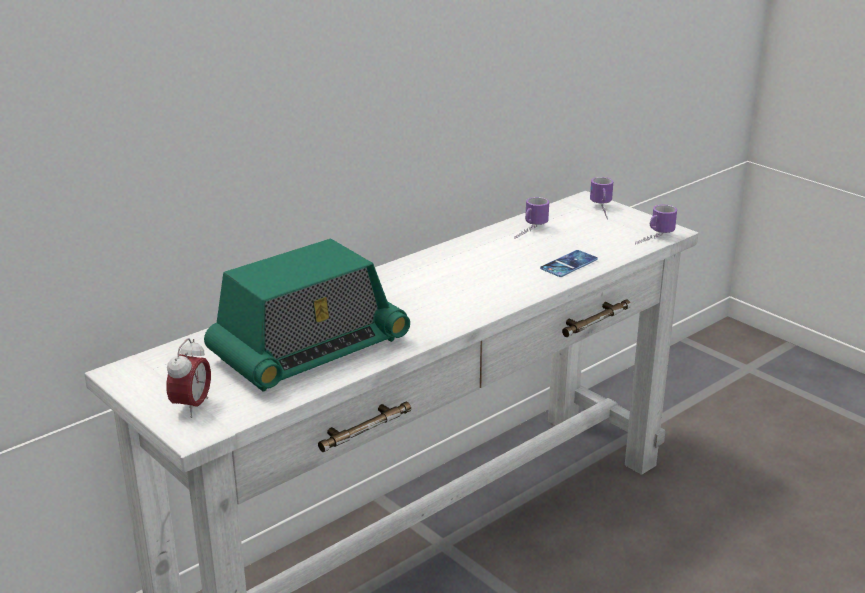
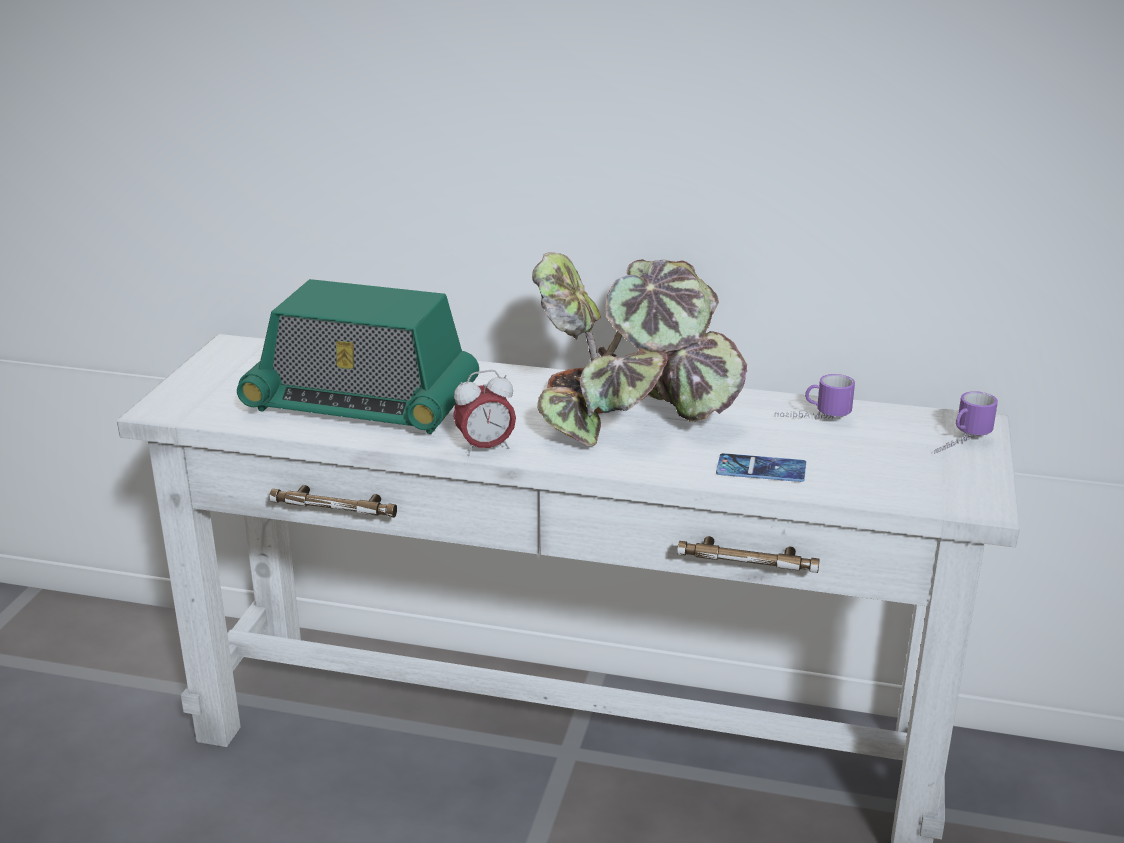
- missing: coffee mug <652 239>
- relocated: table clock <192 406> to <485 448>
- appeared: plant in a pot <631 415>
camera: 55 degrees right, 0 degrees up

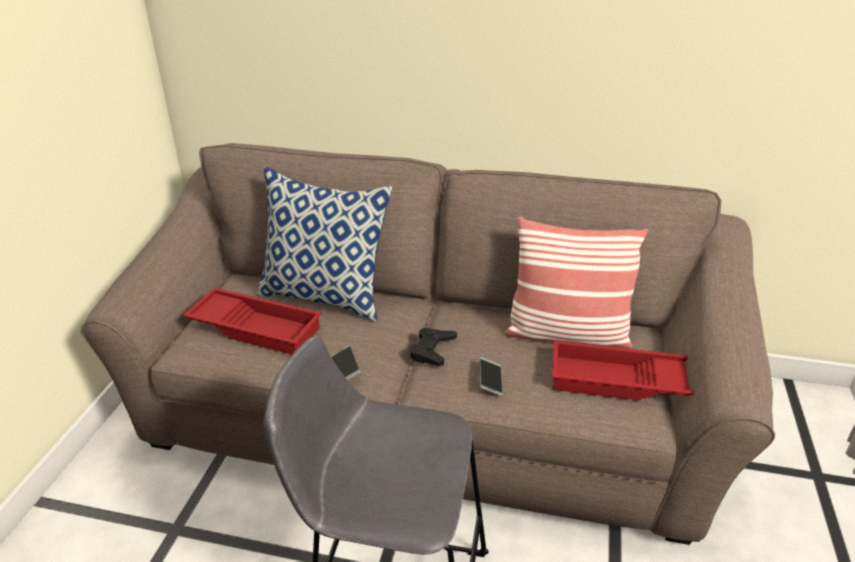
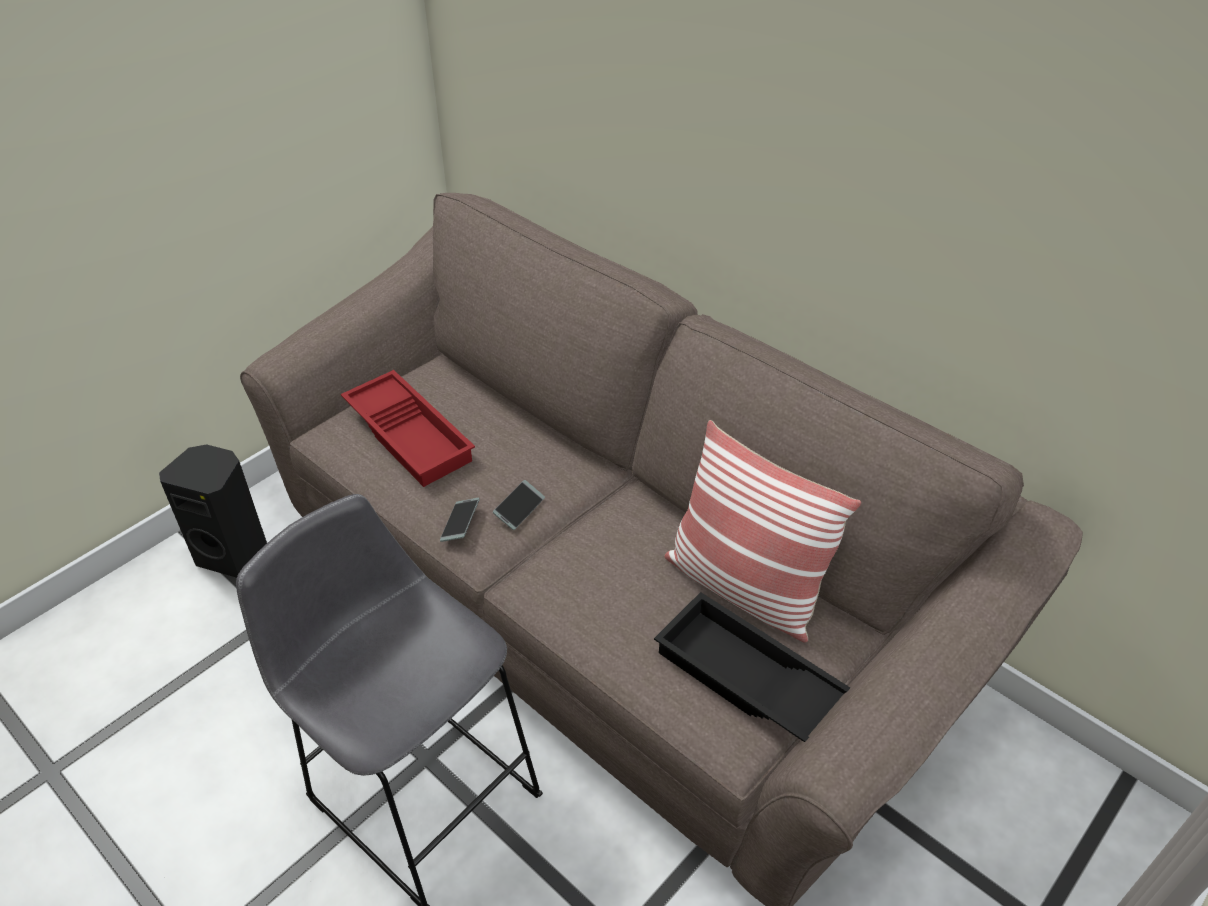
- missing: throw pillow <326 296>
- missing: black game controller <432 350>
- colour: reddish serving tray <619 382> to black serving tray <747 680>
- relocated: telephone <490 380> to <519 509>
- appeared: black audio speaker <234 554>
camera: 30 degrees right, 10 degrees up

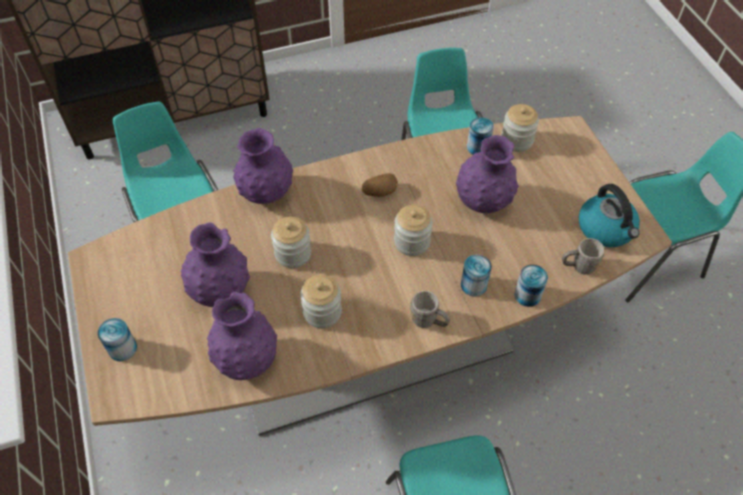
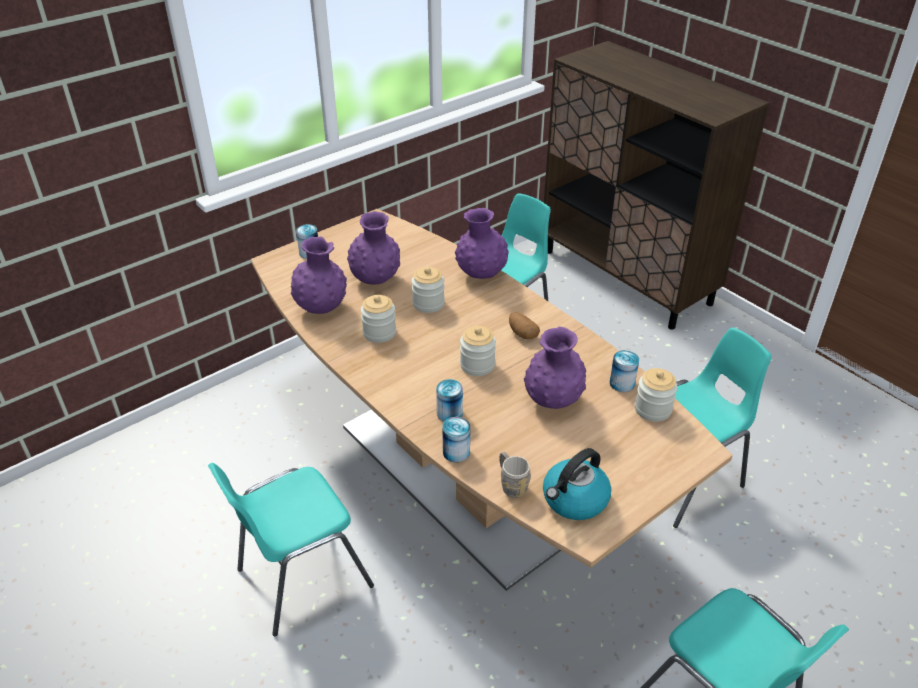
- missing: greyish coffee mug <428 321>
camera: 70 degrees right, 15 degrees down

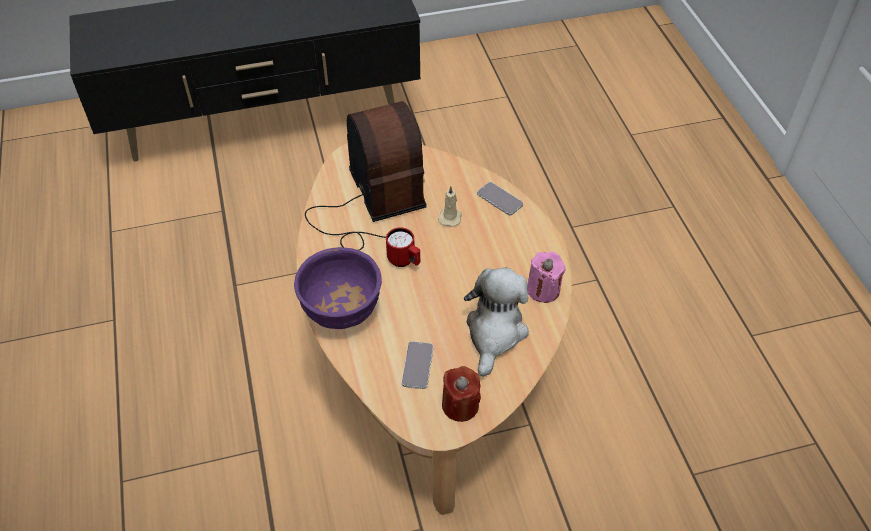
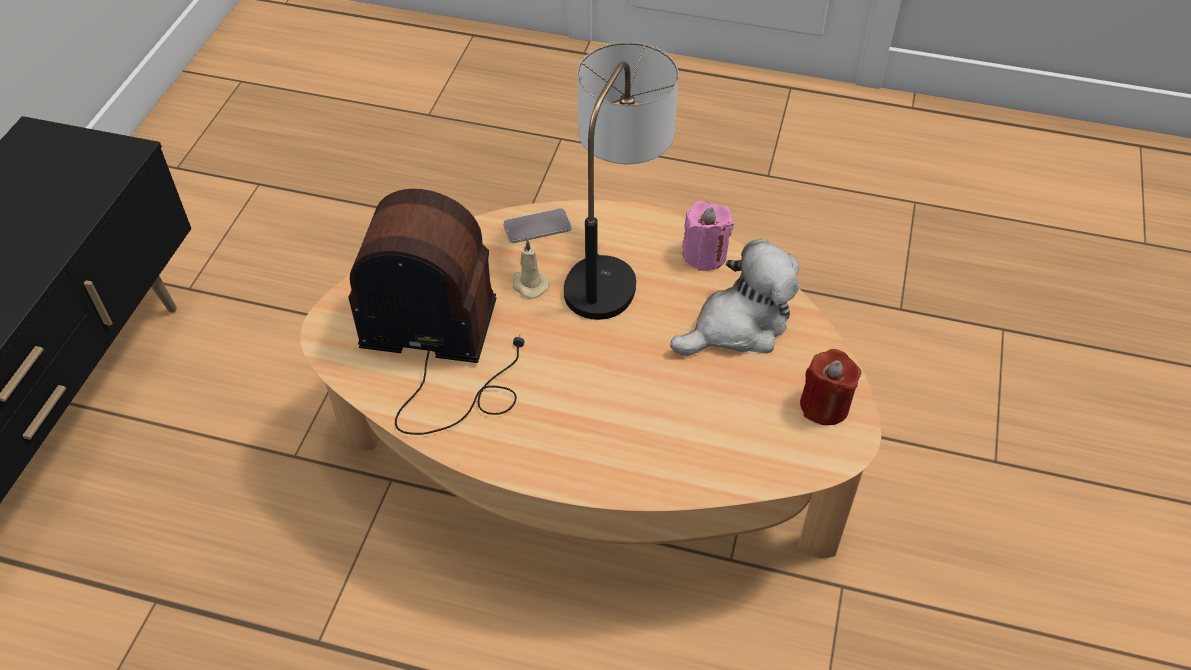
- missing: reddish coffee mug <404 261>
- missing: purplish serving bowl <341 312>
- spun: soft toy <495 332> = <738 326> 105 degrees clockwise
- missing: telephone <417 365>
- appeared: lamp for a table <614 263>
camera: 60 degrees left, 0 degrees up

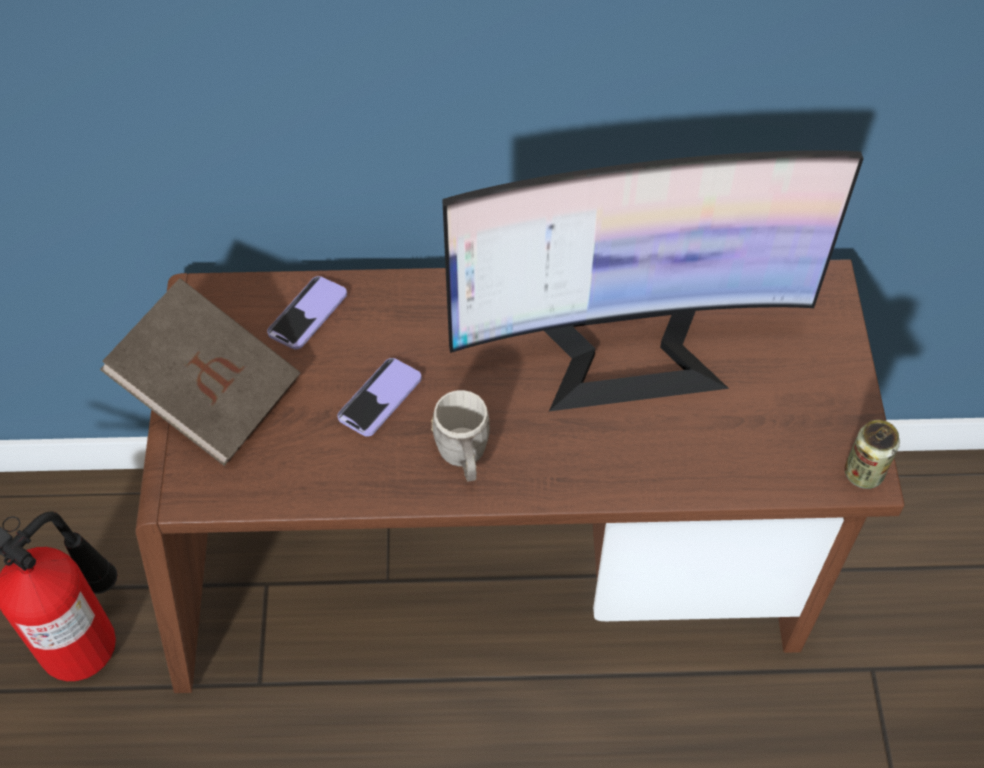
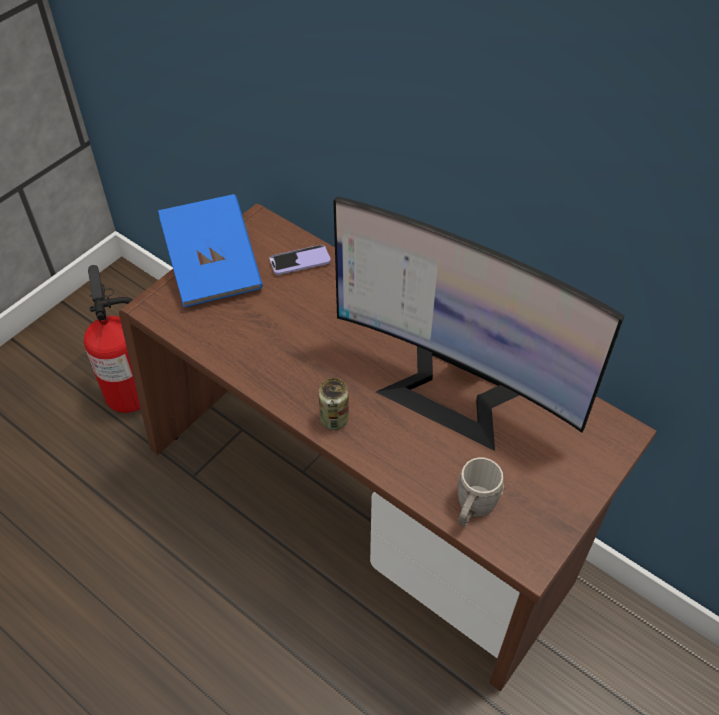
- colour: brownish bound book <210 393> to blue bound book <214 269>
- missing: telephone <380 398>
- relocated: greyish coffee mug <464 457> to <473 509>
- relocated: sealed can <863 473> to <334 419>
camera: 40 degrees right, 5 degrees down

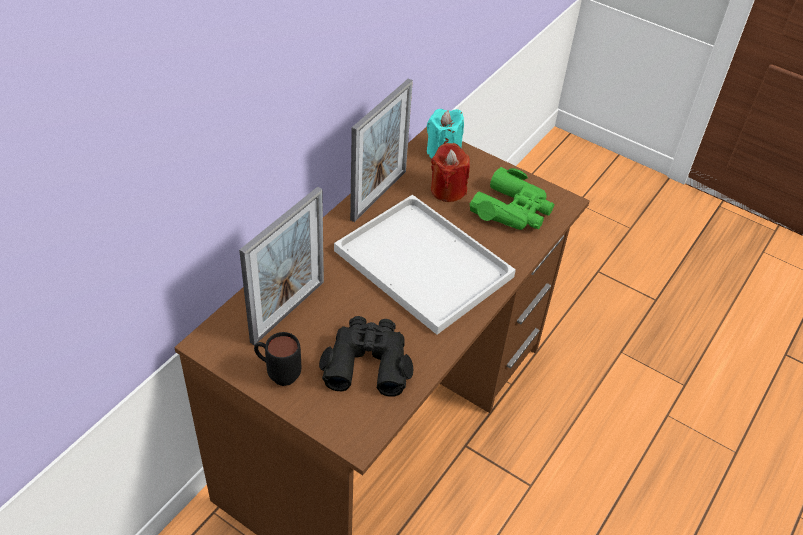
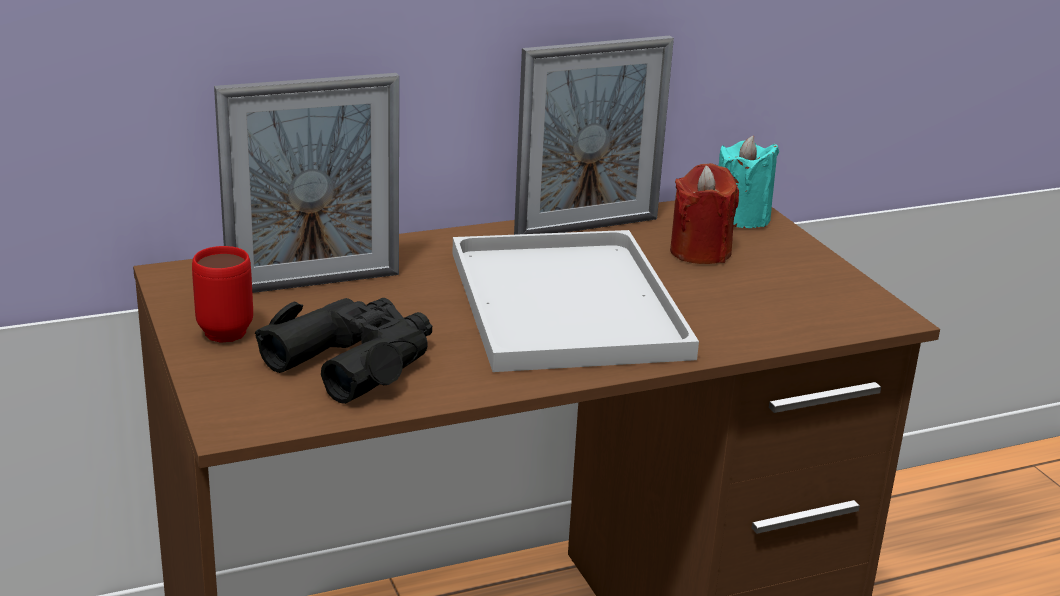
- missing: green-coloured pair of binoculars <512 210>
- colour: black coffee mug <278 374> to reddish coffee mug <220 329>
camera: 35 degrees right, 20 degrees down

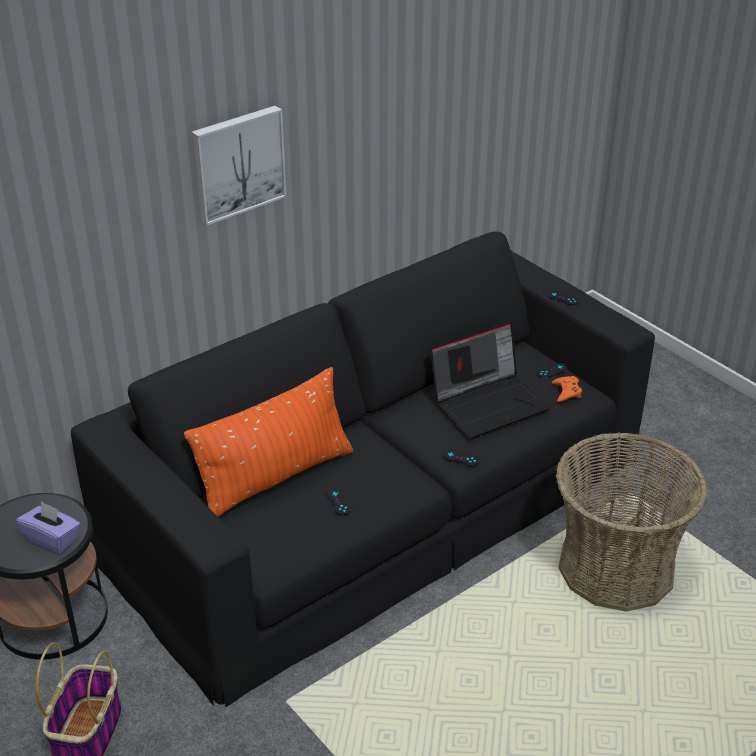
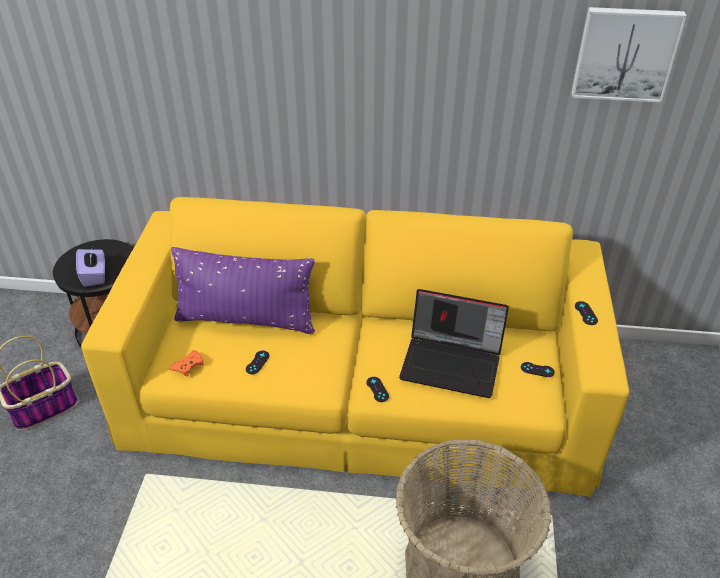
- relocated: wall picture <237 163> to <625 53>
- colour: black sofa <377 505> to yellow-coloured sofa <360 390>
- colour: orangey throw pillow <275 478> to purplish throw pillow <246 319>
- relocated: orangey game controller <566 392> to <188 365>
camera: 45 degrees right, 5 degrees up

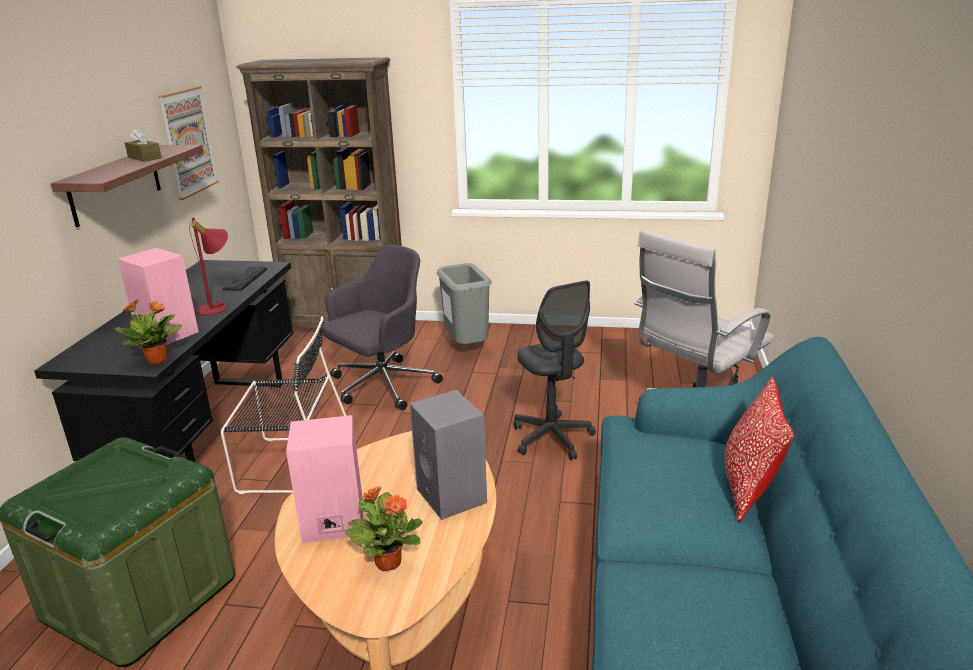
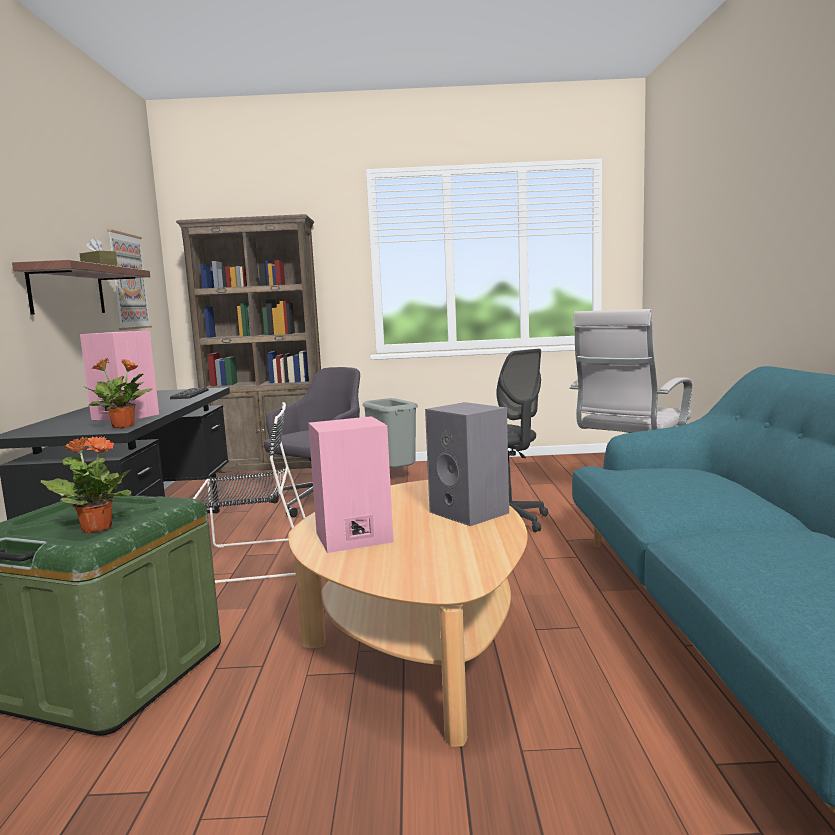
- missing: reddish lamp for a table <217 307>
- missing: throw pillow <748 489>
- relocated: plant in a pot <387 562> to <96 528>
camera: 10 degrees left, 15 degrees down

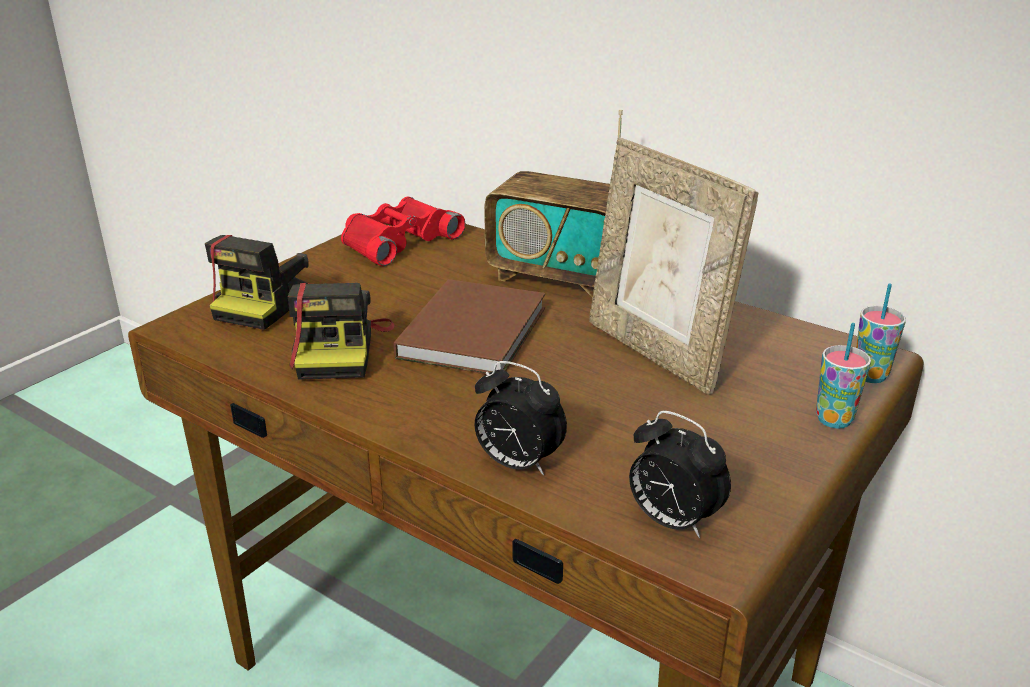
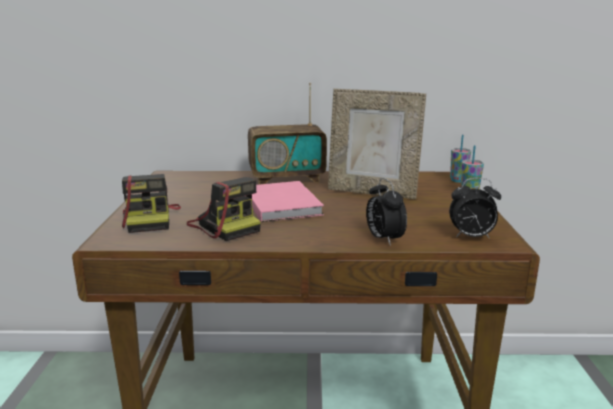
- missing: reddish pair of binoculars <396 240>
- colour: brownish bound book <477 331> to pinkish bound book <282 204>
- spun: table clock <517 464> = <383 239> 75 degrees clockwise
camera: 35 degrees left, 10 degrees down

